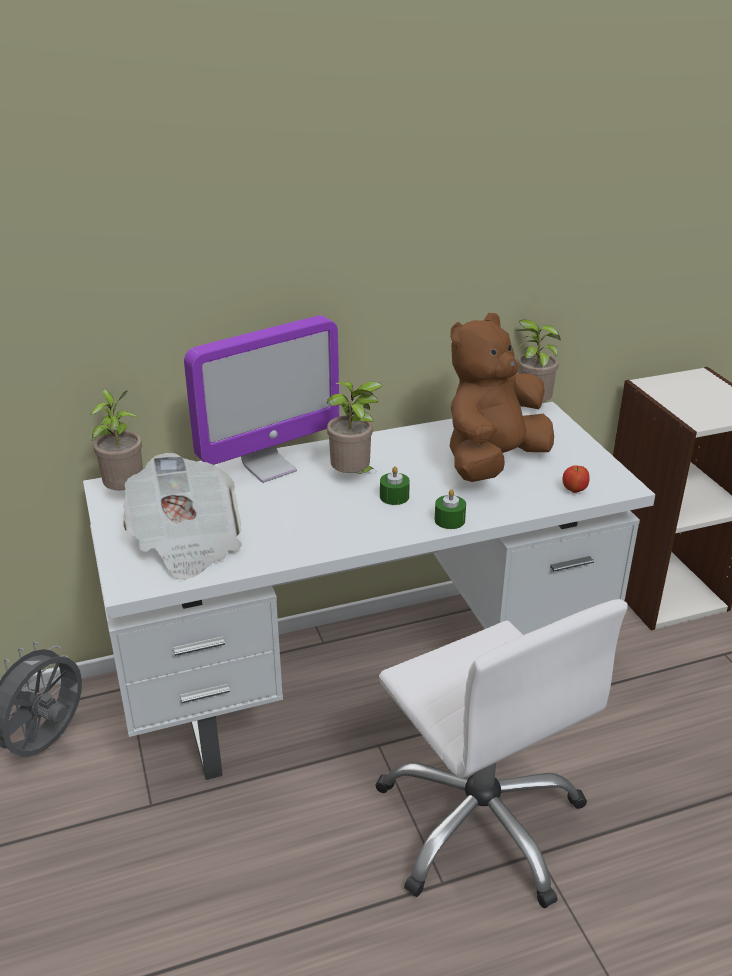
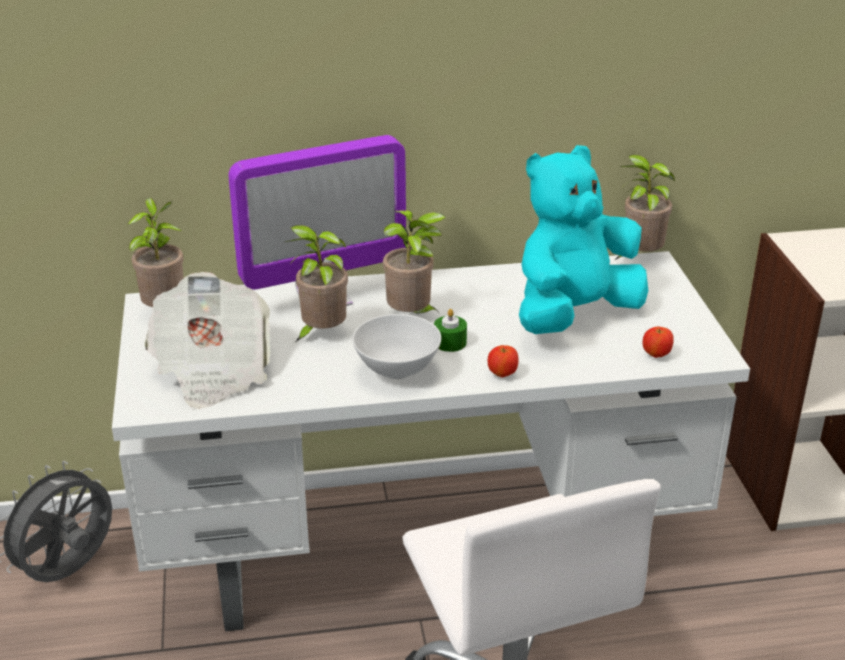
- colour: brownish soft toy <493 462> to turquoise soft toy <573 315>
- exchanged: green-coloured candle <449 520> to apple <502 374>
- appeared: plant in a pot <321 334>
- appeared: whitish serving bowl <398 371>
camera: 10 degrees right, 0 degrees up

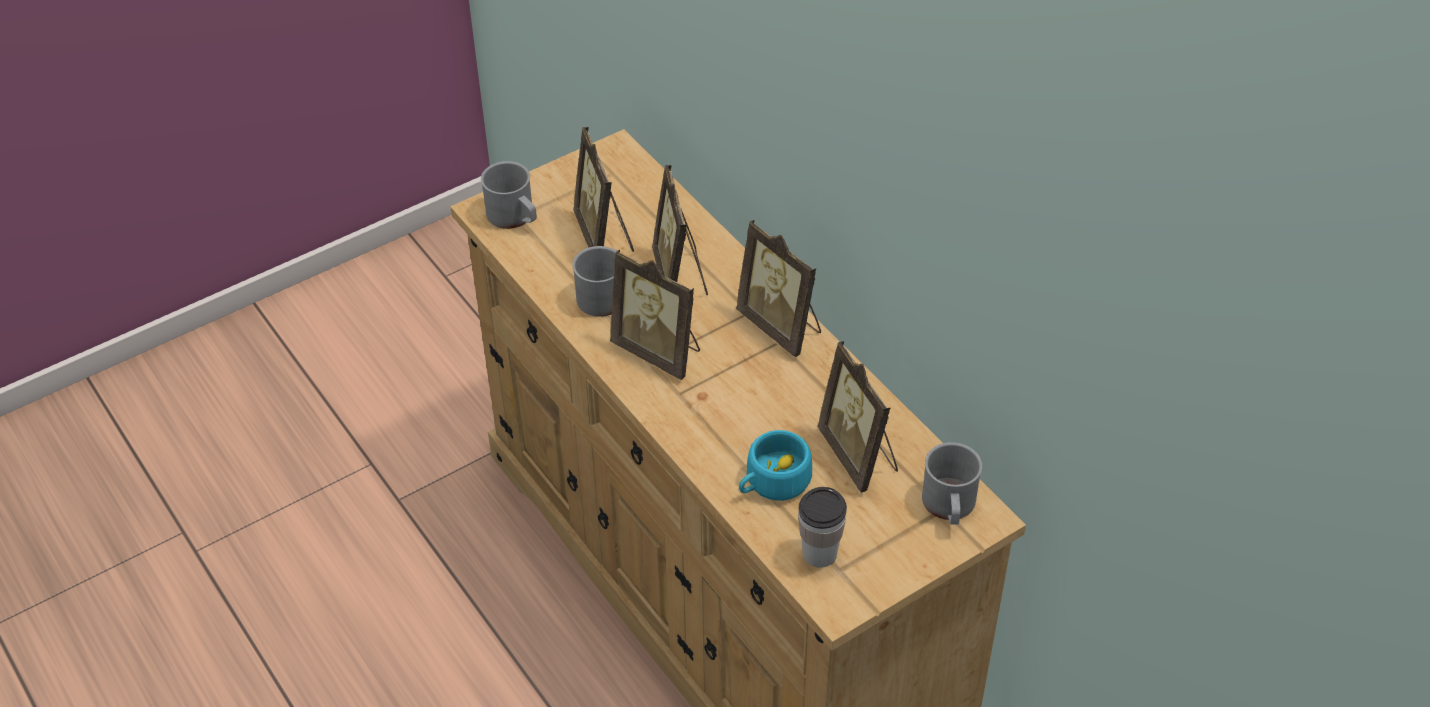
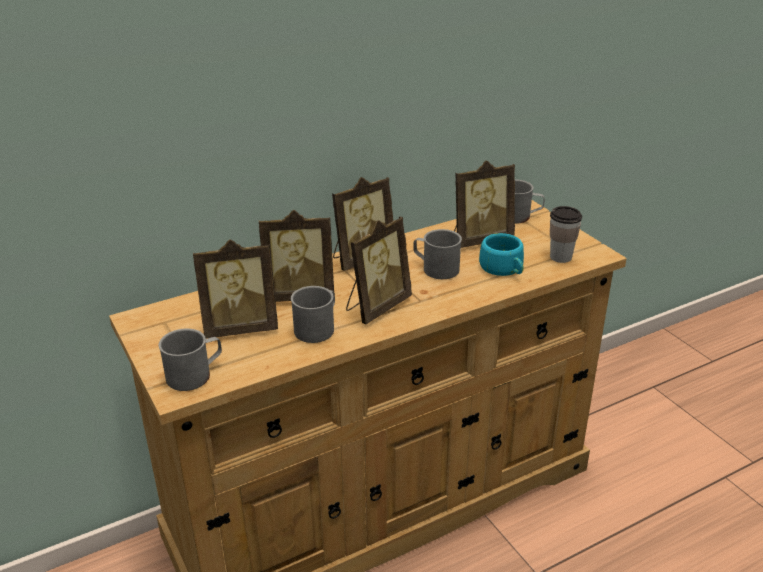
- appeared: greyish coffee mug <435 268>
camera: 85 degrees left, 15 degrees down

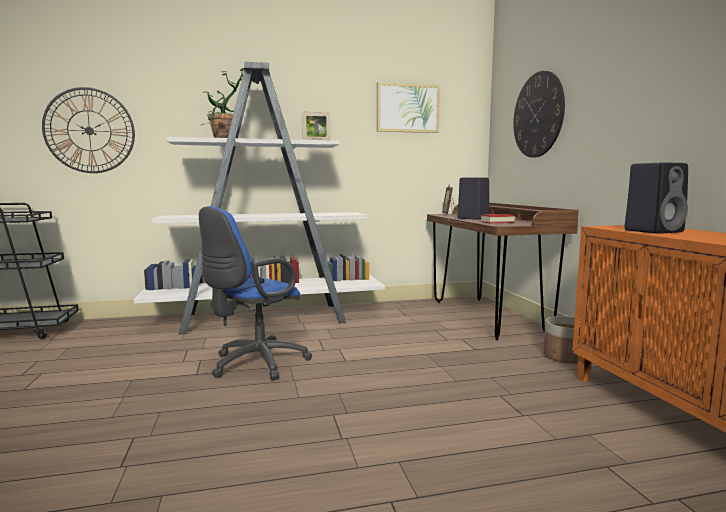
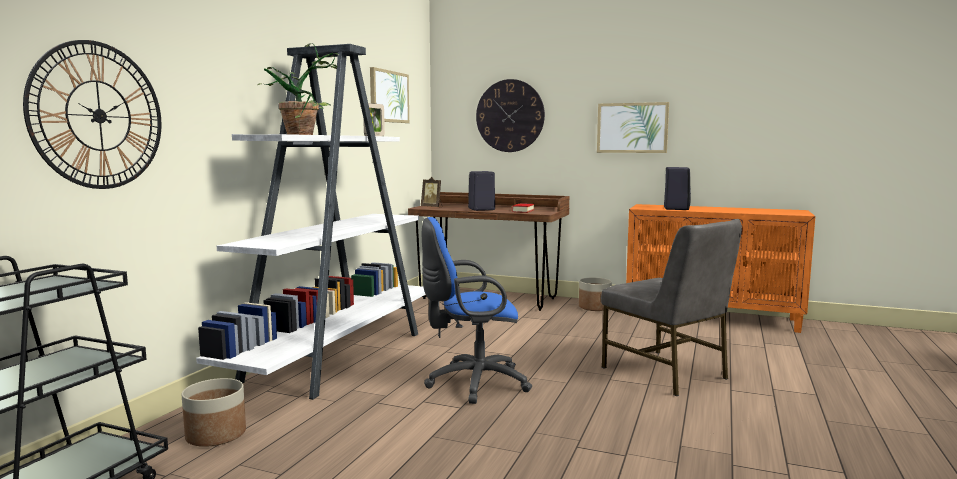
- spun: blue desk chair <254 364> = <472 383> 90 degrees clockwise
- appeared: wall picture <632 128>
- appeared: greyish plain chair <666 373>
- appeared: flower pot <215 435>
camera: 55 degrees left, 0 degrees up

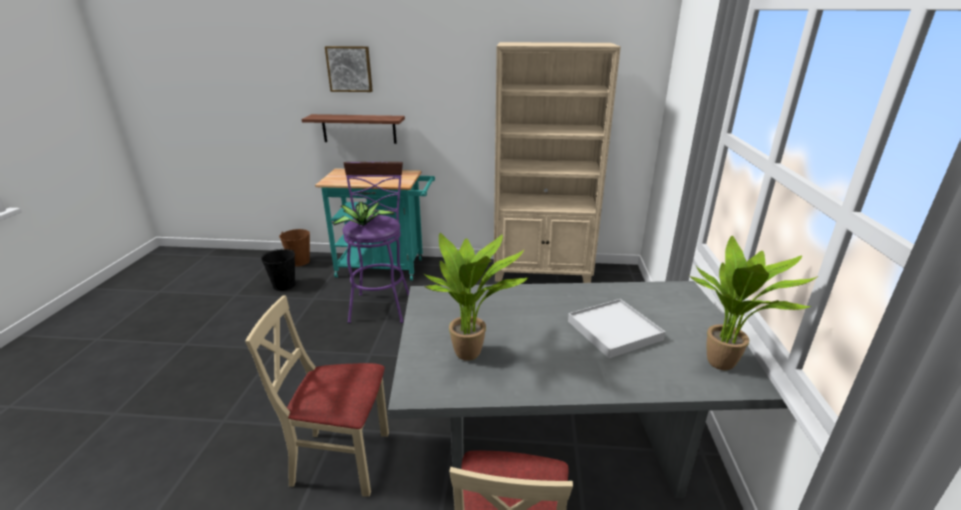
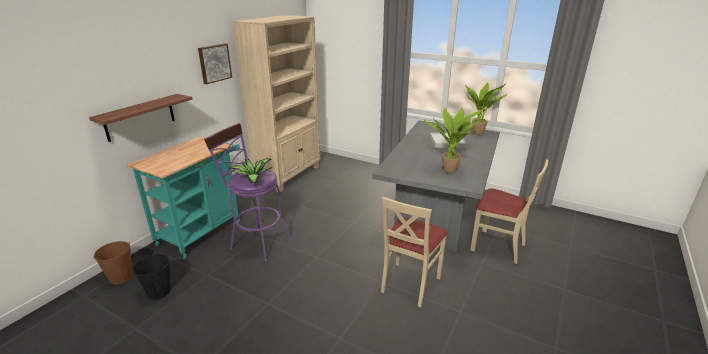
- relocated: wall picture <349 69> to <214 63>
camera: 65 degrees left, 0 degrees up

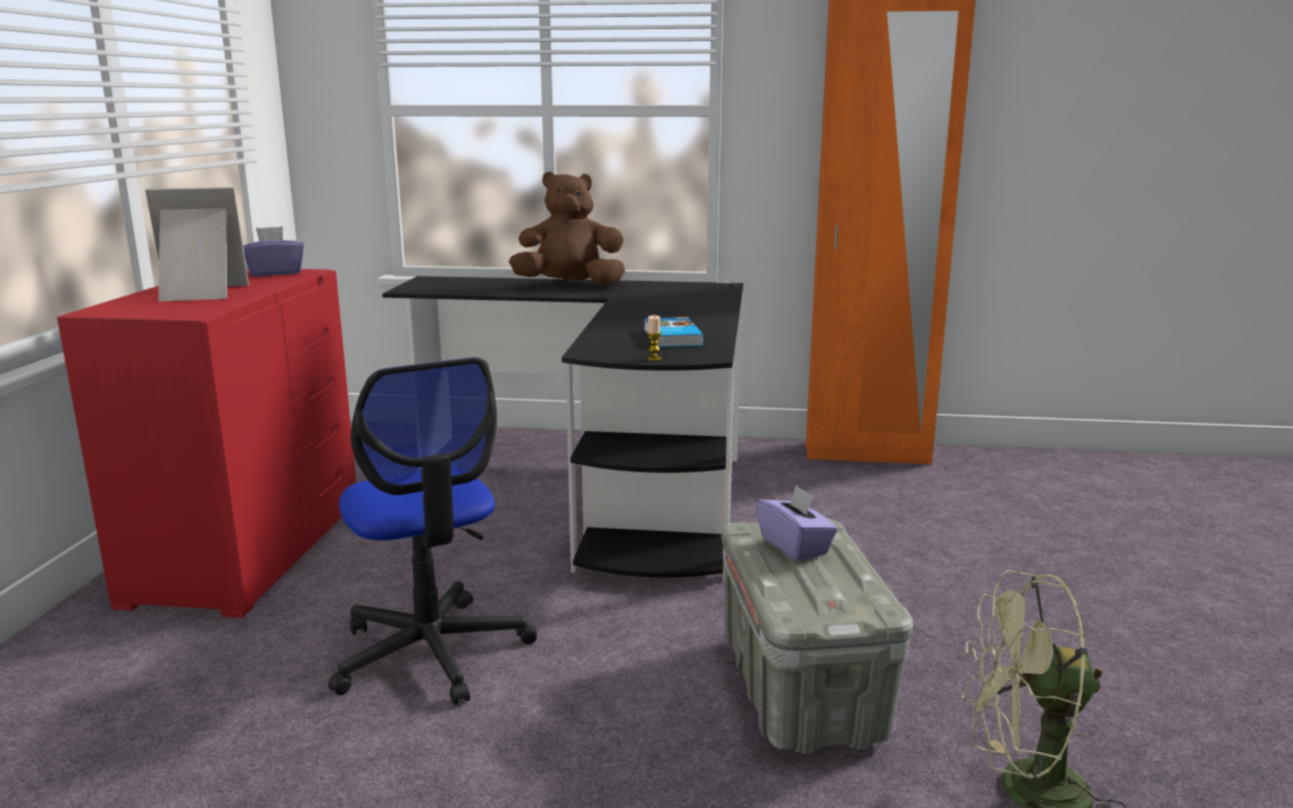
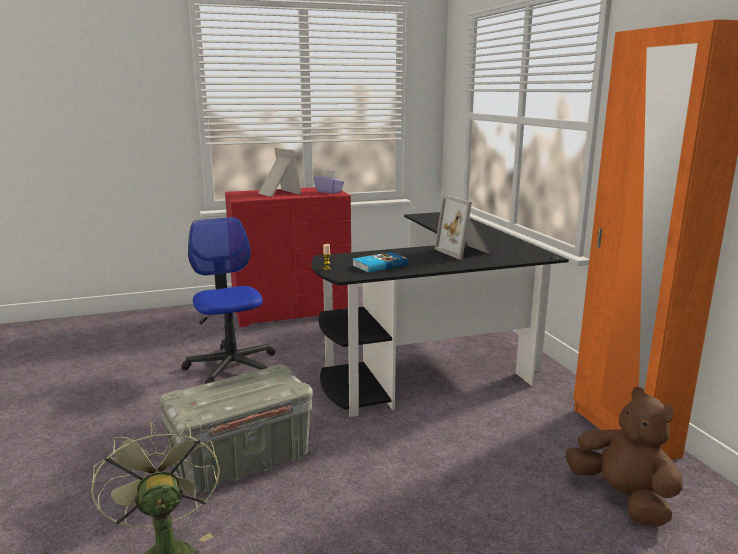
- relocated: brownish soft toy <570 285> to <622 498>
- spun: desk chair <431 652> = <231 366> 120 degrees clockwise
- missing: purplish tissue holder <795 546>
- appeared: picture frame <464 251>
camera: 65 degrees right, 0 degrees up

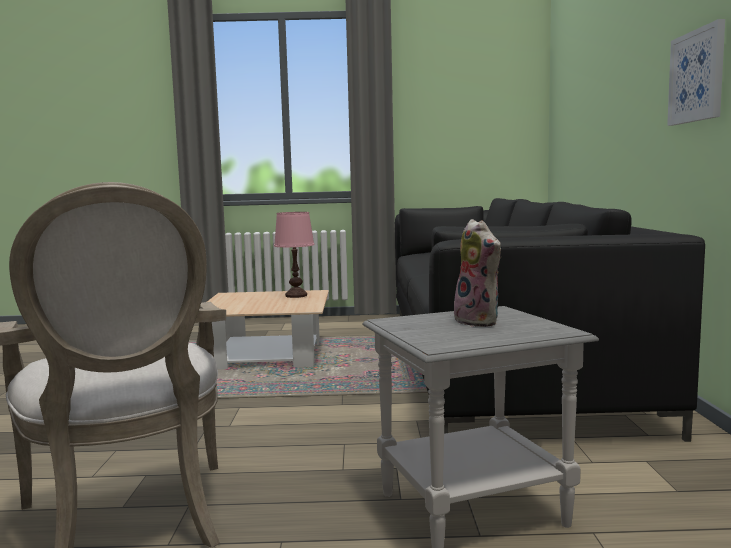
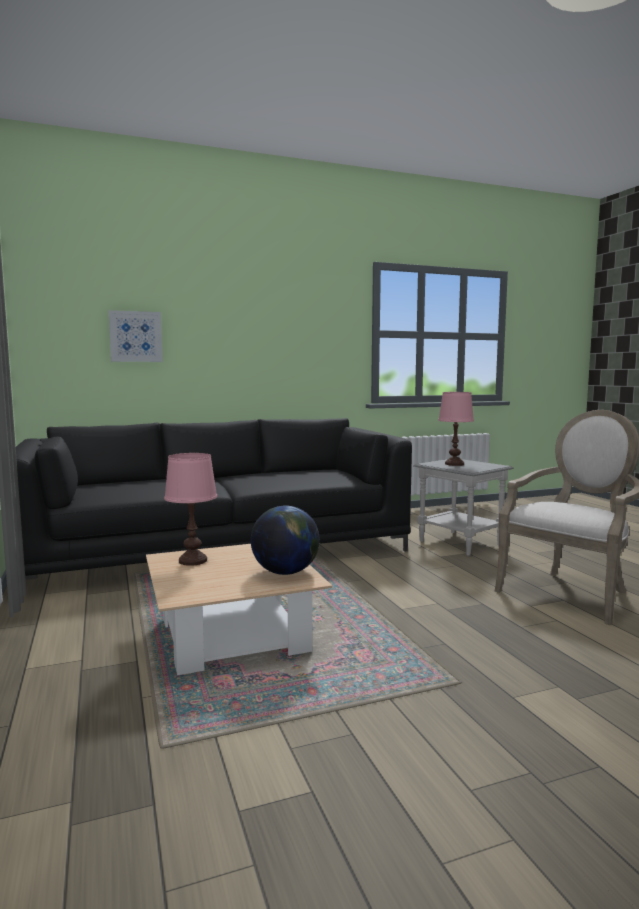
- relocated: wall picture <697 76> to <135 336>
- exchanged: soft toy <480 321> to pinkish lamp for a table <454 464>
- appeared: desk globe <285 572>
camera: 110 degrees left, 0 degrees up

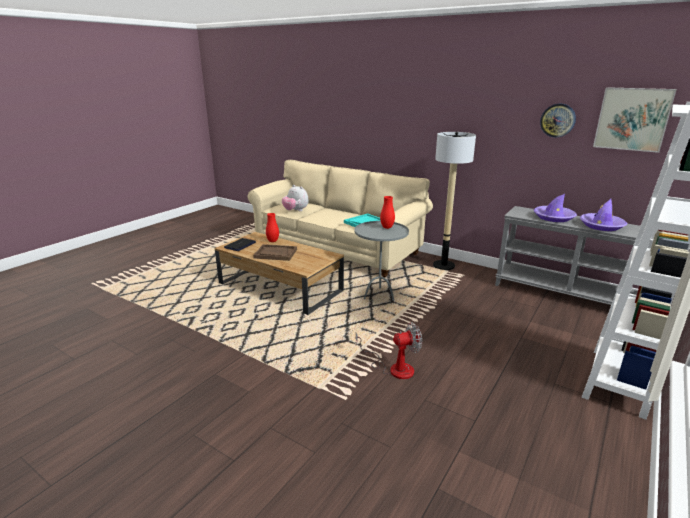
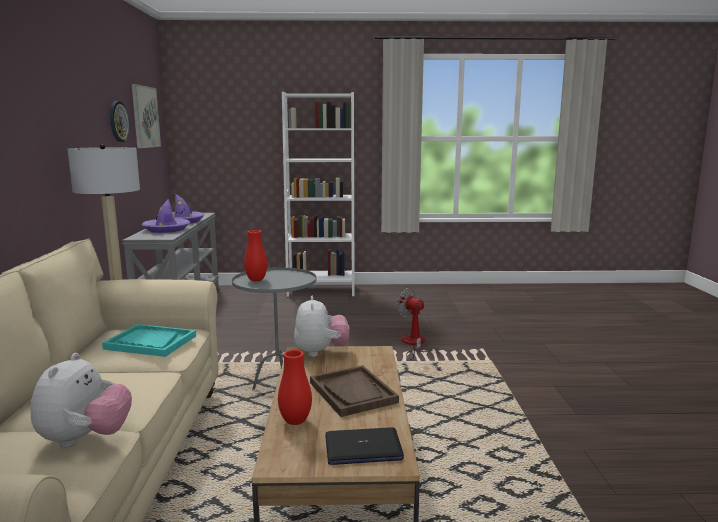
- appeared: soft toy <321 352>
camera: 125 degrees left, 10 degrees down

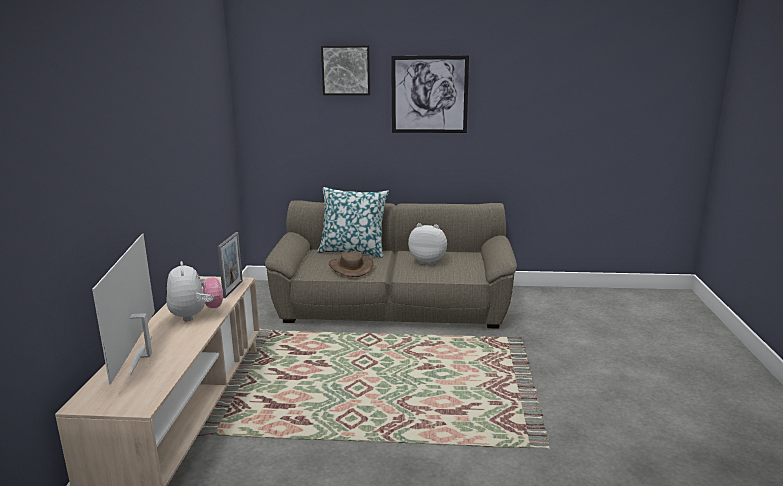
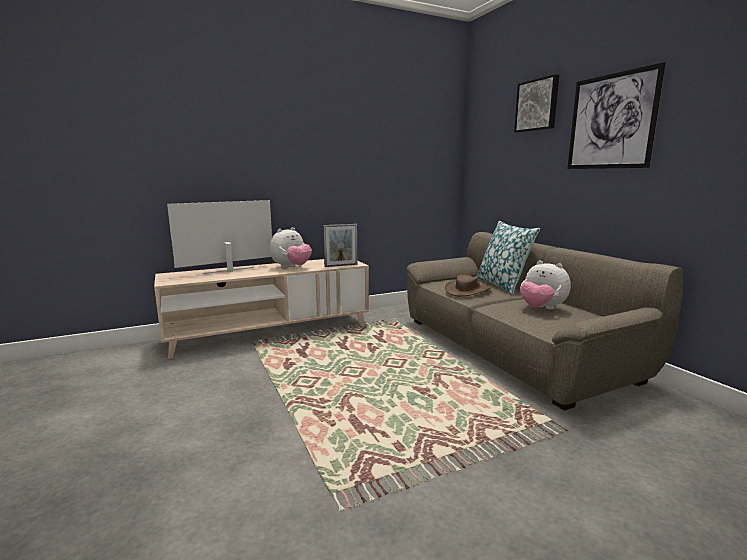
- spun: soft toy <428 261> = <541 308> 150 degrees clockwise
camera: 60 degrees right, 5 degrees down

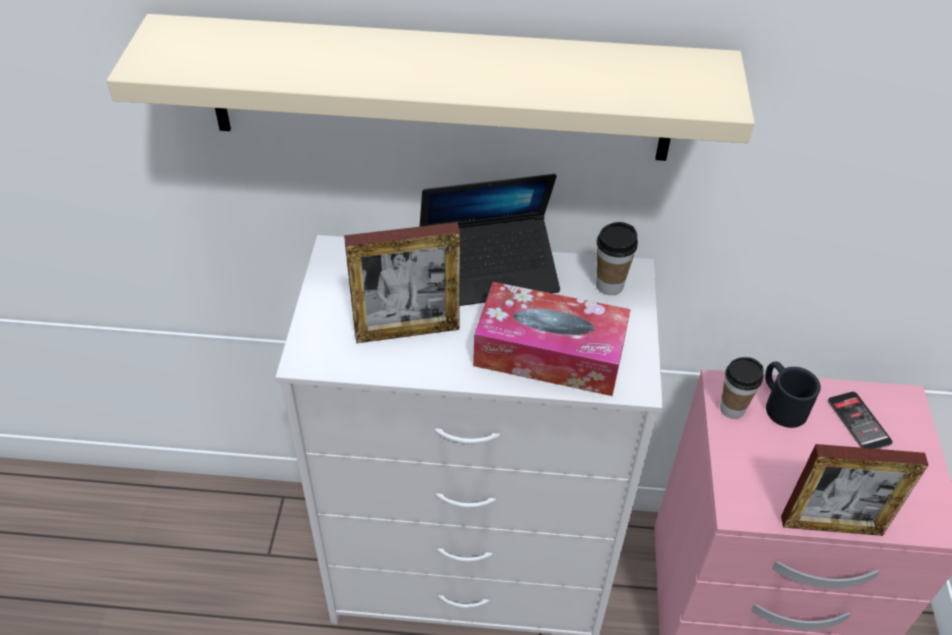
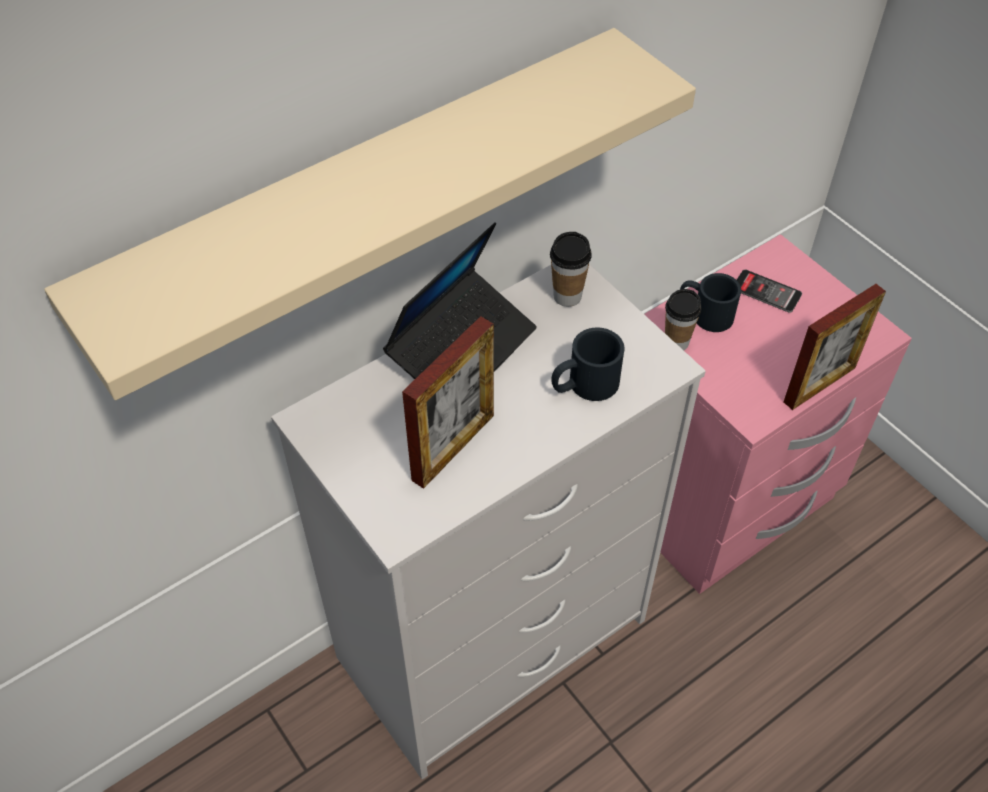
- exchanged: tissue holder <549 353> to black coffee mug <584 385>
camera: 40 degrees left, 5 degrees up

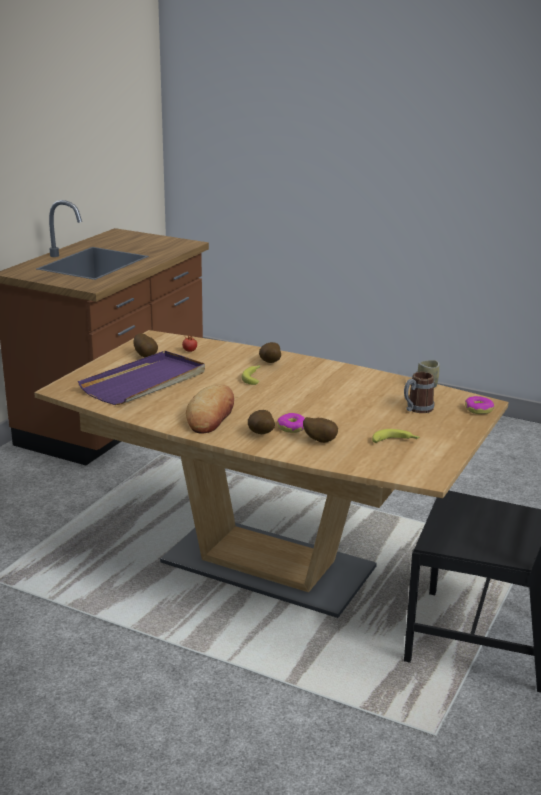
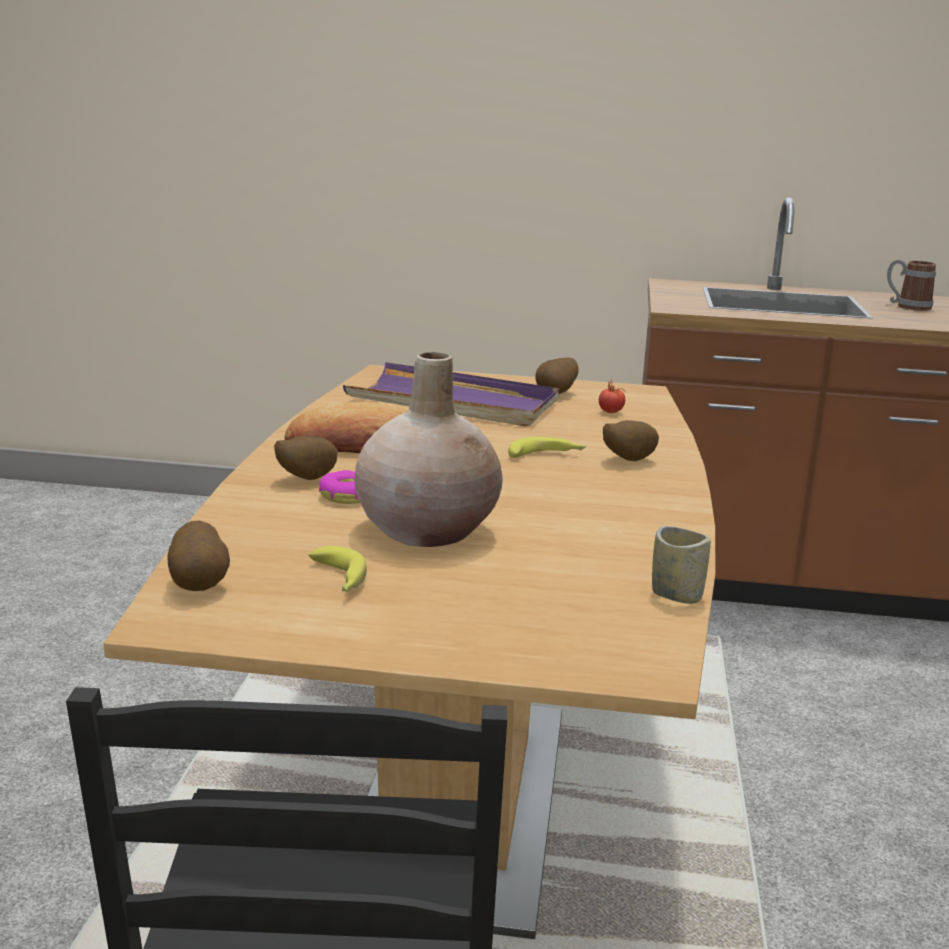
- relocated: coffee mug <416 409> to <907 306>
- missing: doughnut <479 409>
- relocated: whole potato <320 440> to <200 586>
- appeared: beige decorative vase <427 530>
camera: 70 degrees right, 5 degrees down

